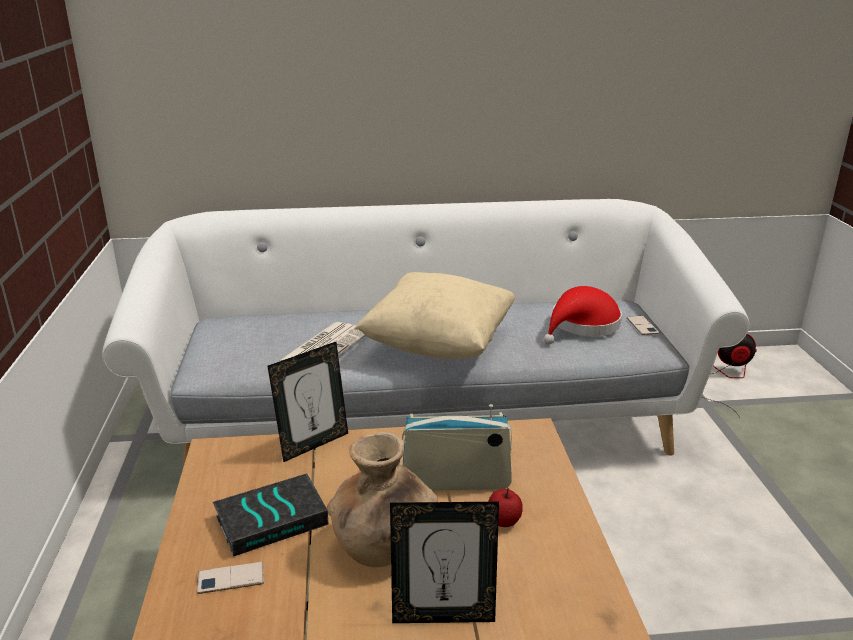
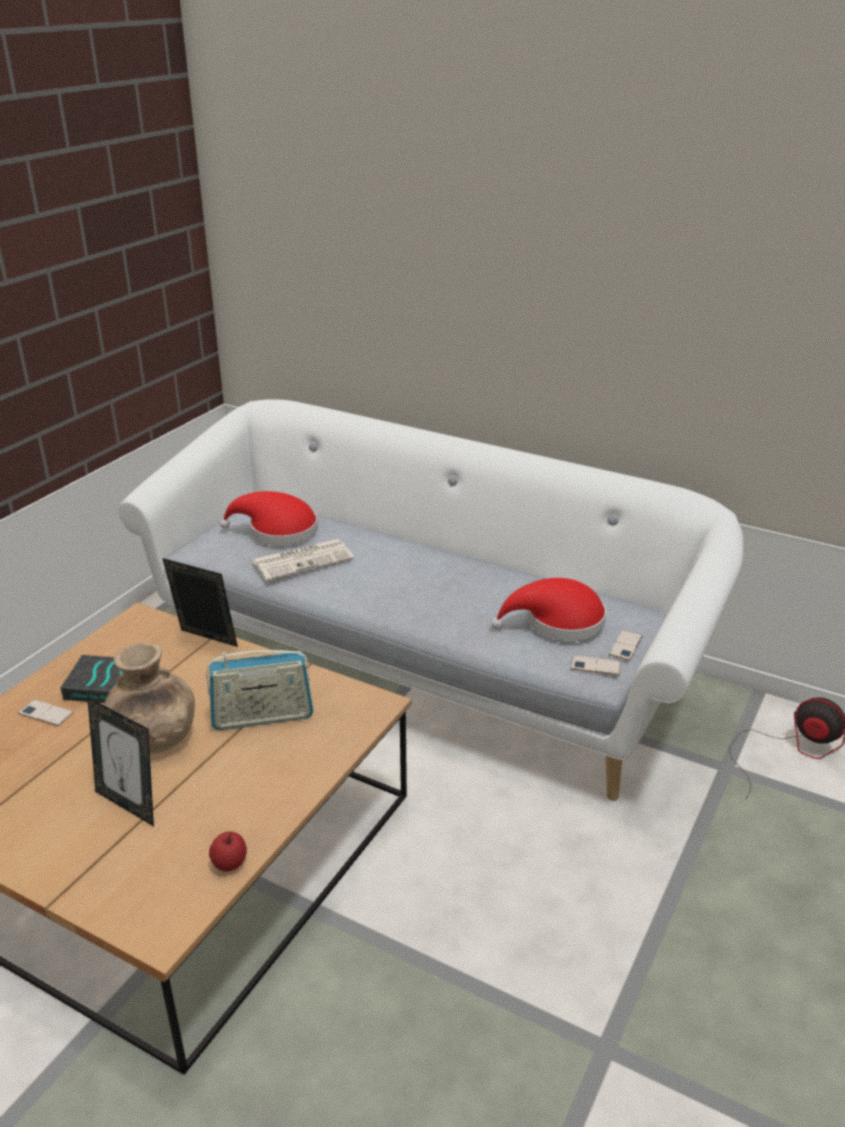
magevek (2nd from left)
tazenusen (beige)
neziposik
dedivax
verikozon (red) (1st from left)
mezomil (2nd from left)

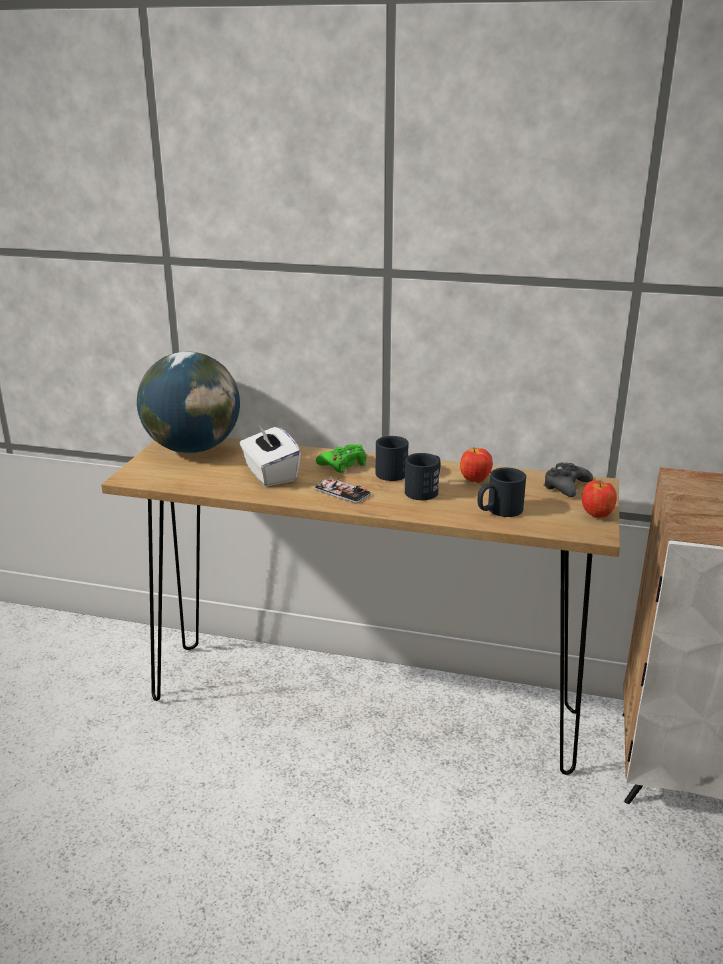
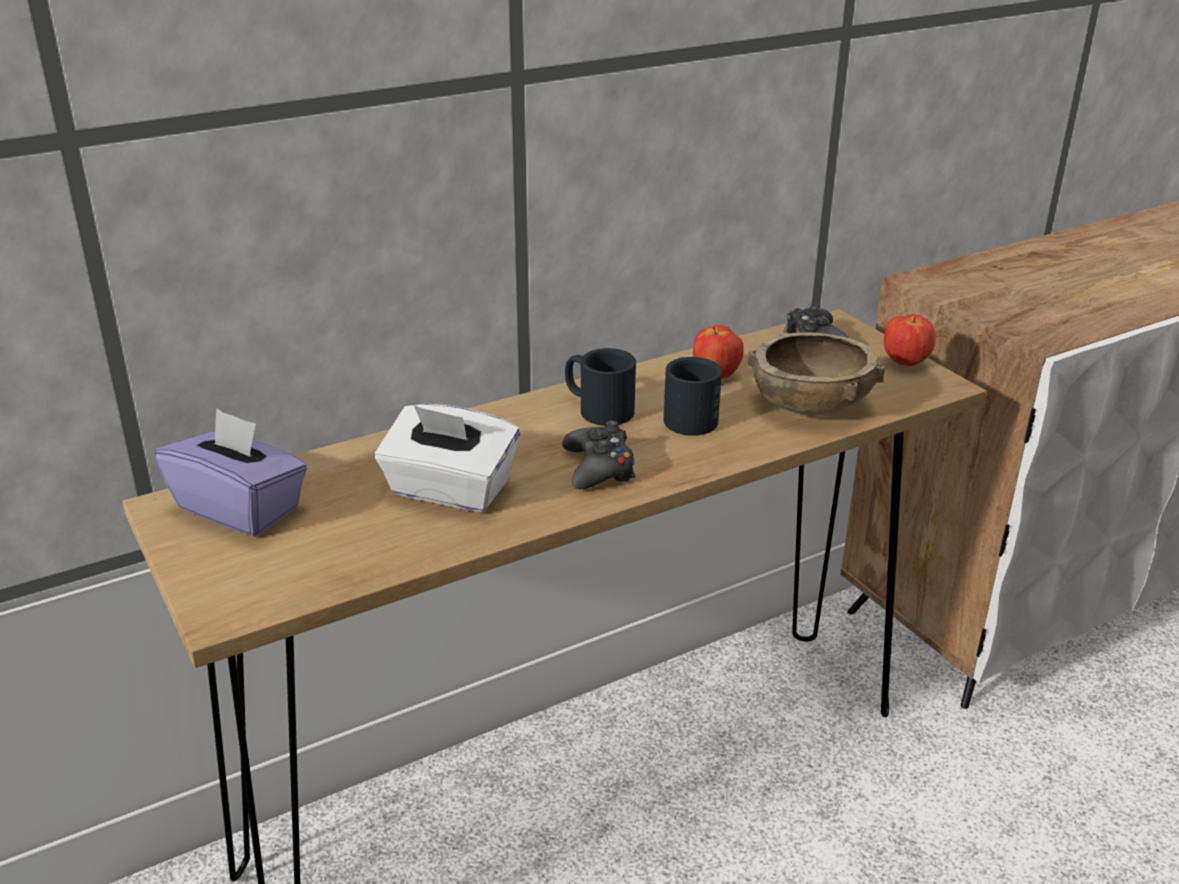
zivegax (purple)
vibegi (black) (1st from left)
vibegi (green)
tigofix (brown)

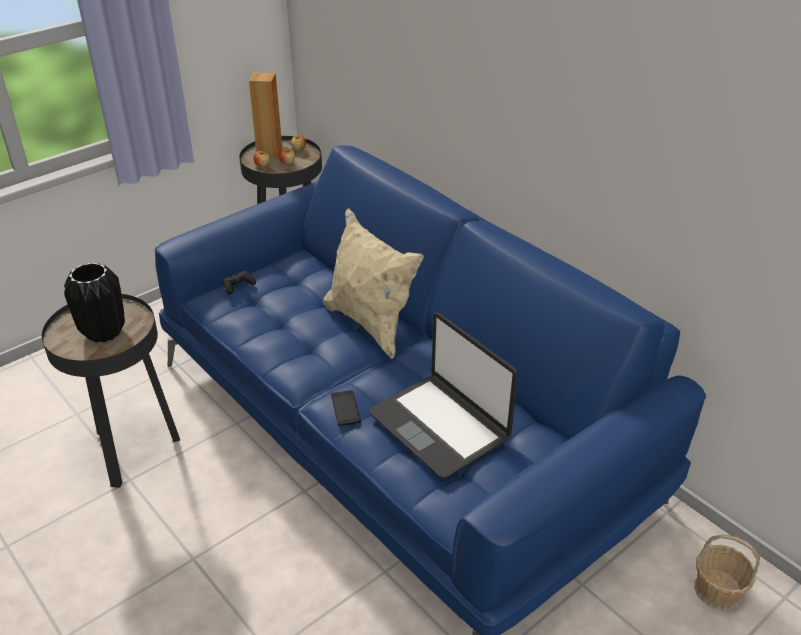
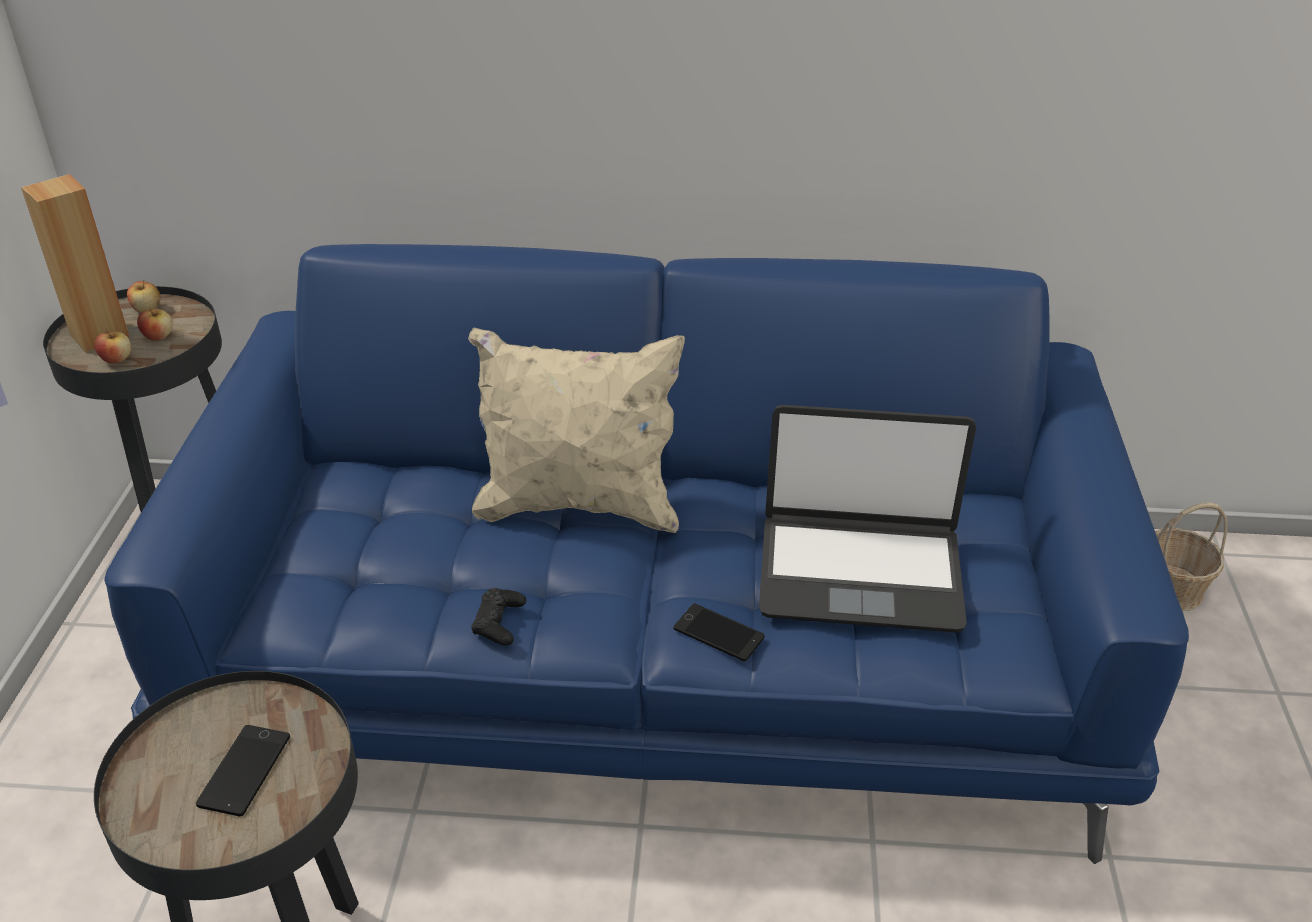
mezomil (1st from left)
vibegi (black)

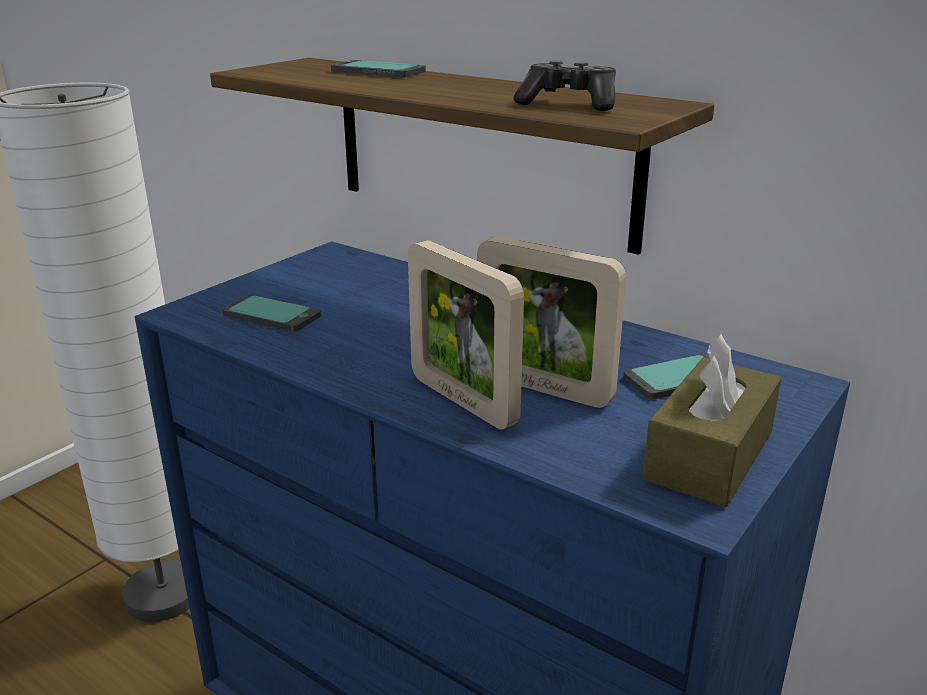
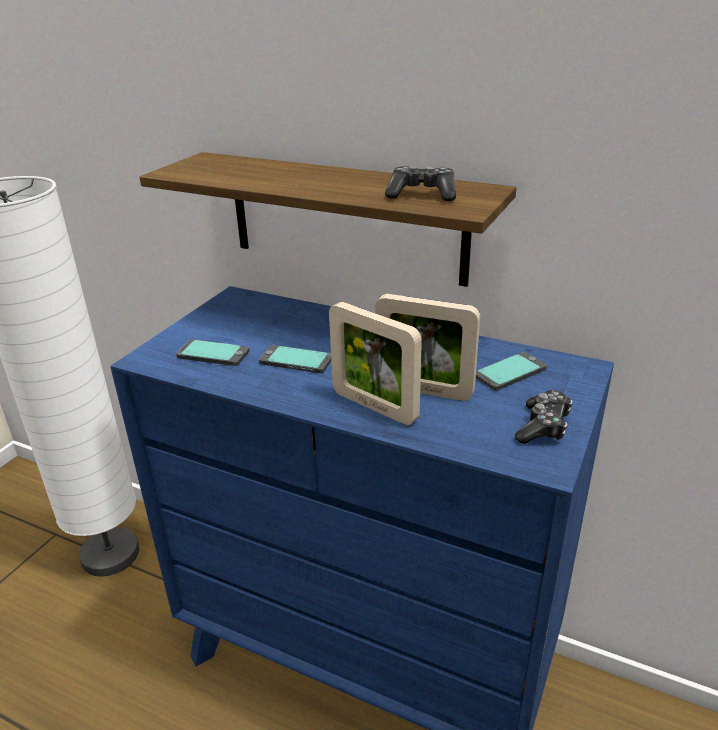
mezomil (2nd from left)
vibegi (2nd from left)

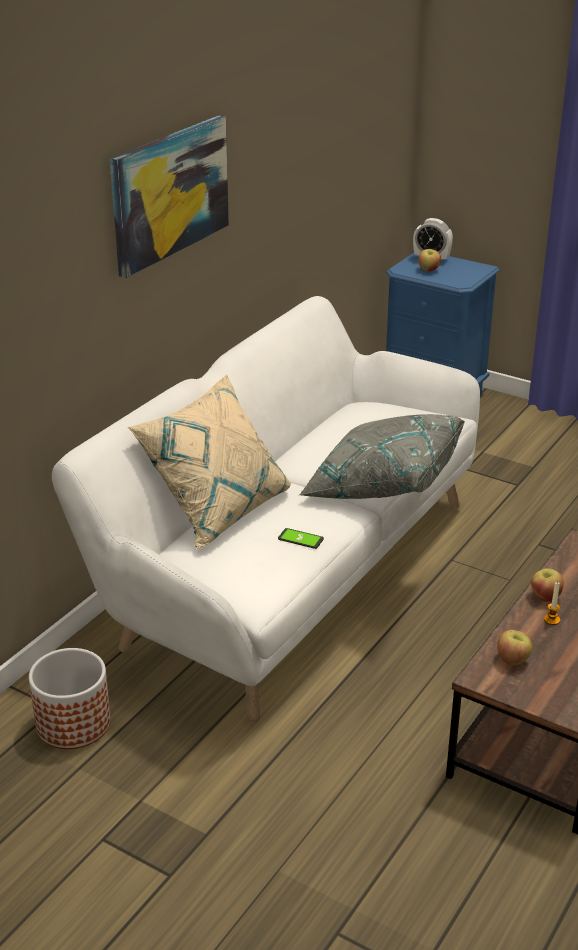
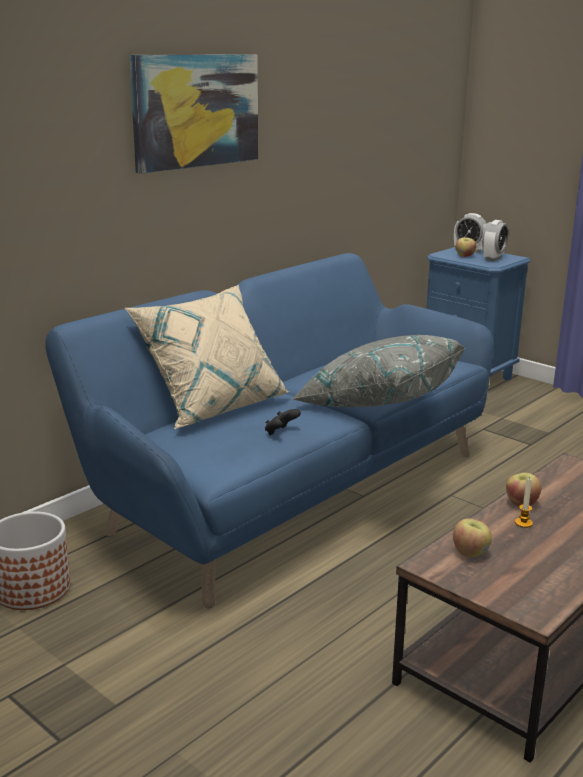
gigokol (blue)
vibegi (black)
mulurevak (2nd from left)

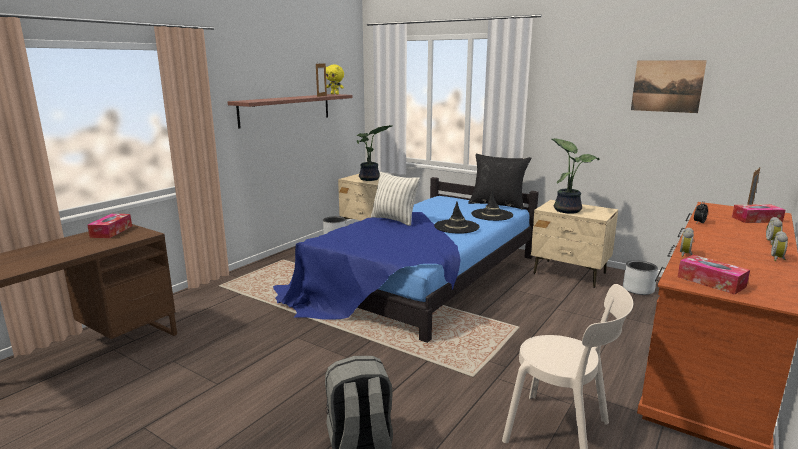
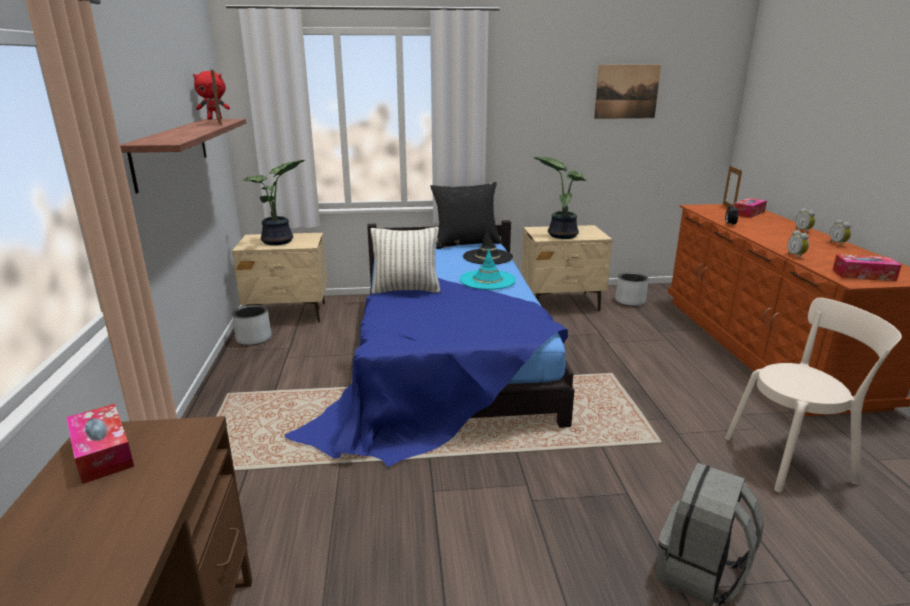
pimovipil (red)
verikozon (turquoise)

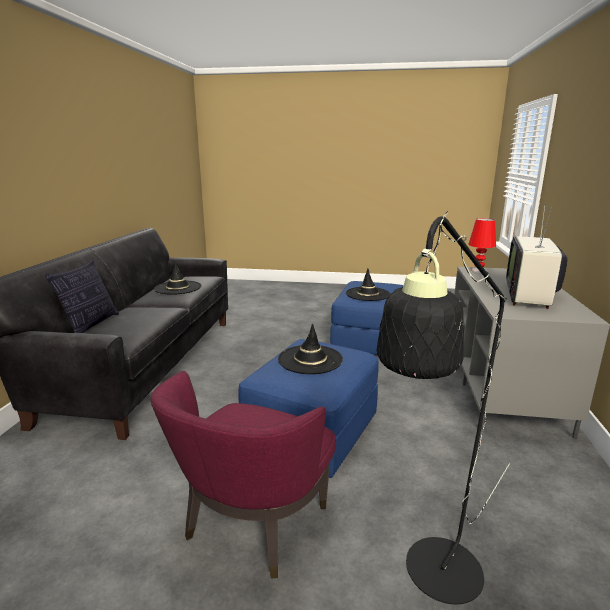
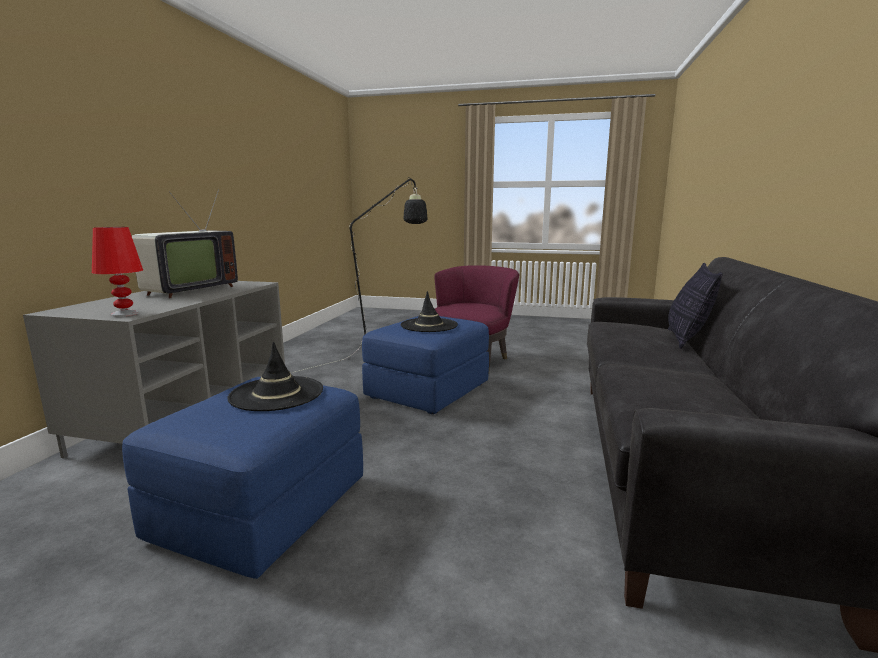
verikozon (black) (1st from left in the first image)

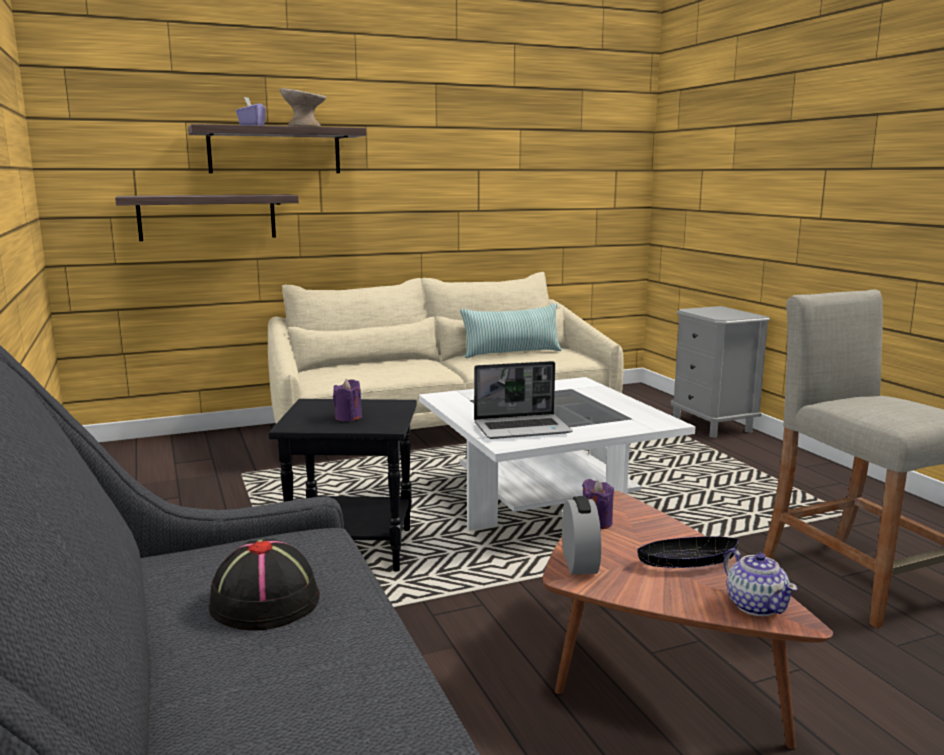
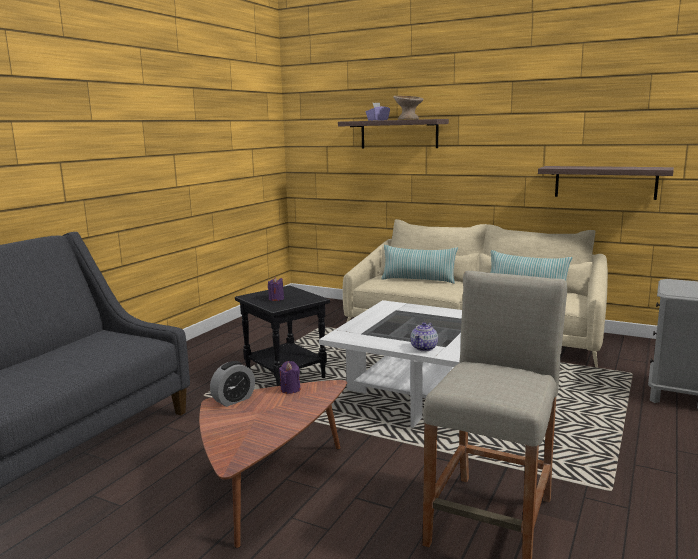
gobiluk (2nd from left)
verikozon (black)
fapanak
tigofix (black)
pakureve
tazenusen (1st from left)

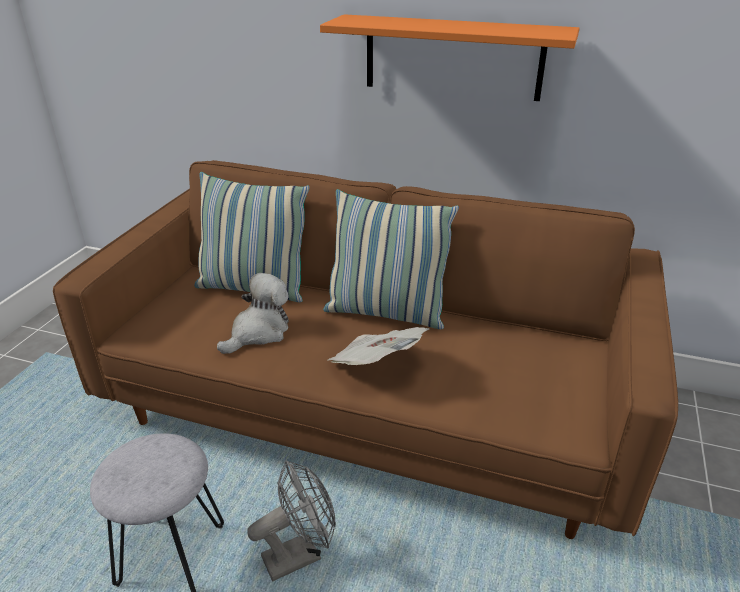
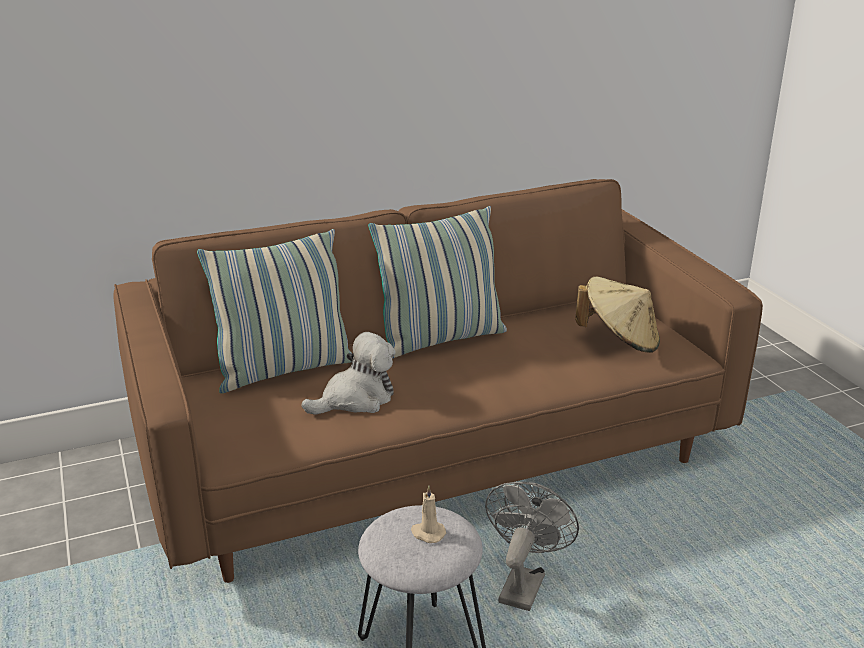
pimovipil
gobiluk (orange)
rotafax
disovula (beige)
verikozon (beige)

